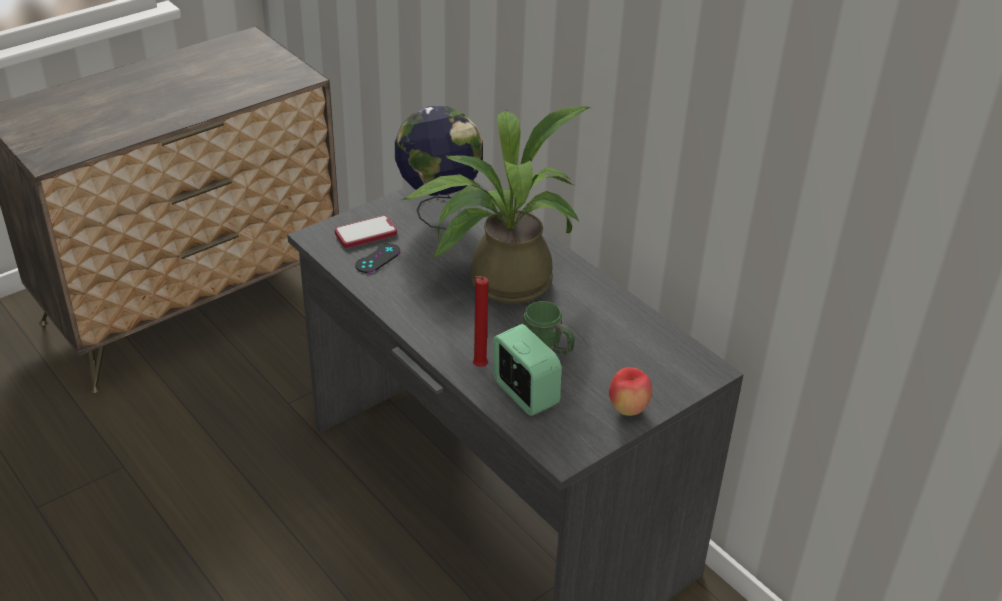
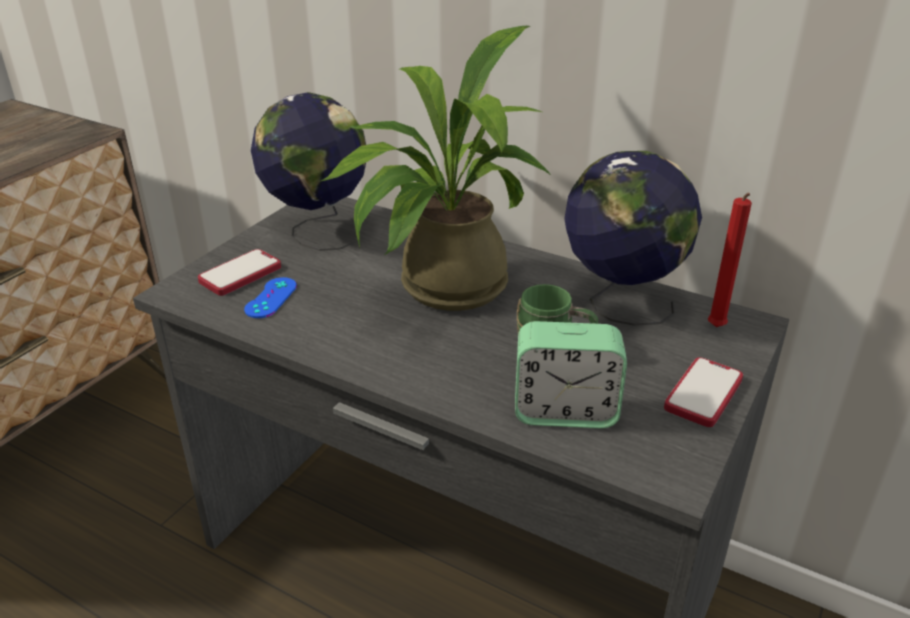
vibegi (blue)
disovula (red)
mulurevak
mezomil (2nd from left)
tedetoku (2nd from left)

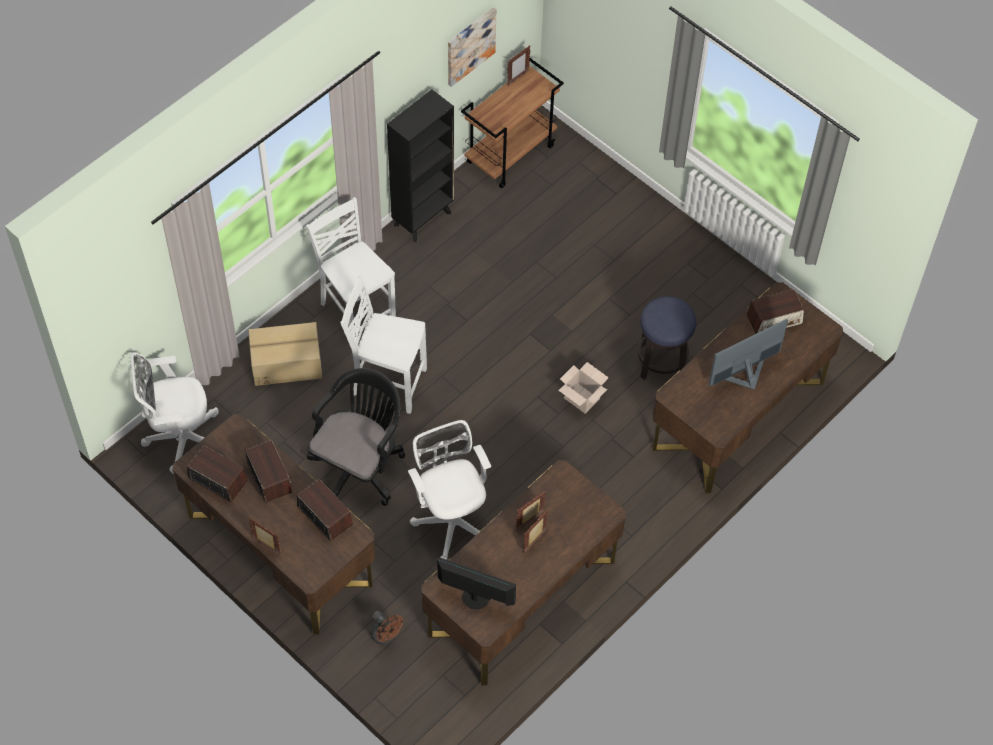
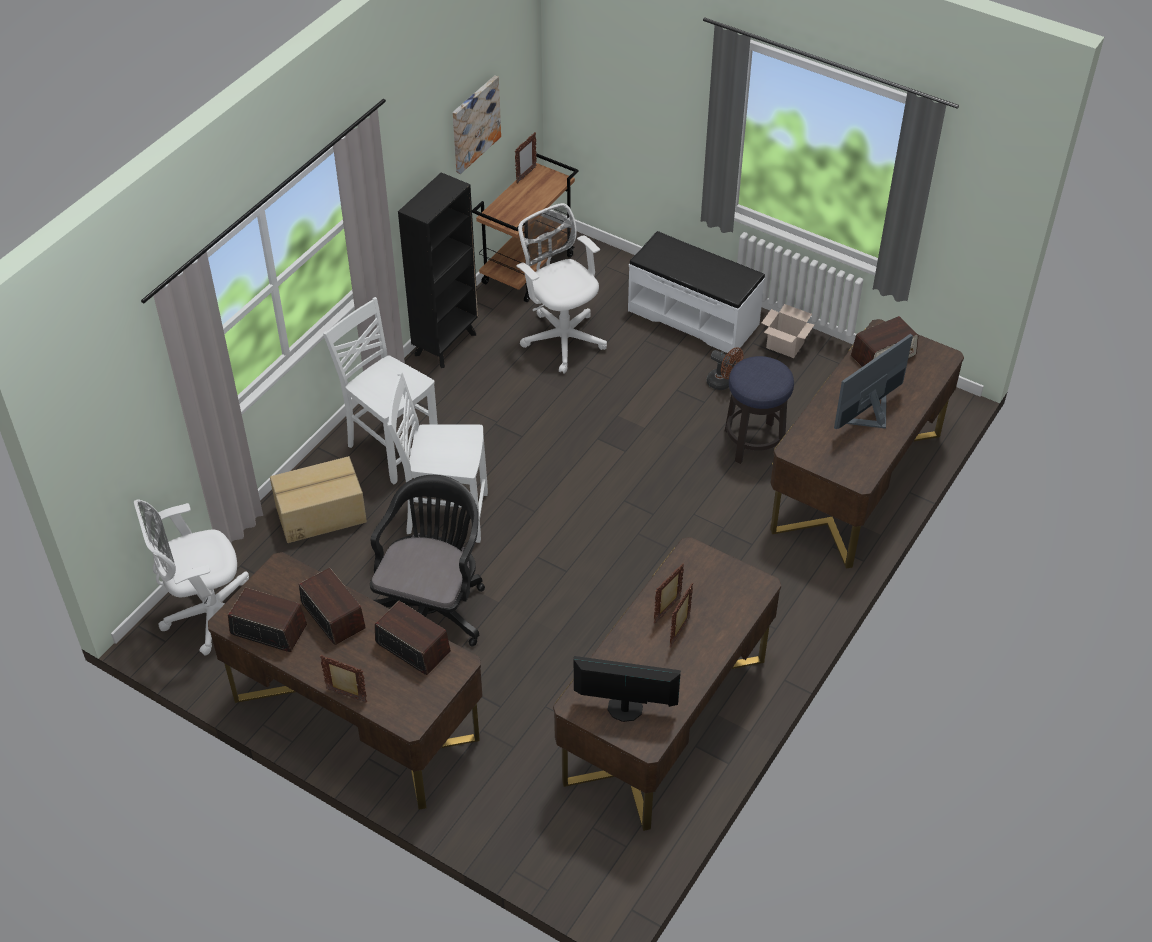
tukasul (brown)
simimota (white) (2nd from left)
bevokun (2nd from left)
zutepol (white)

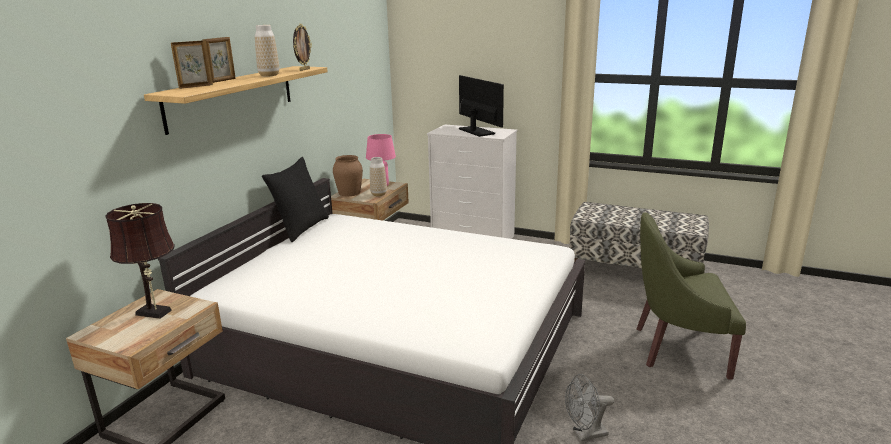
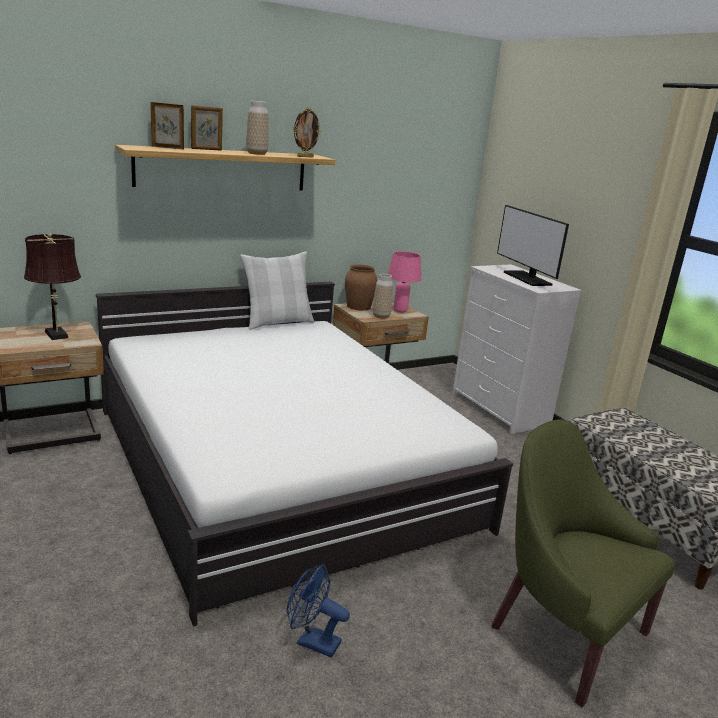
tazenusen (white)
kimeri
tukasul (blue)

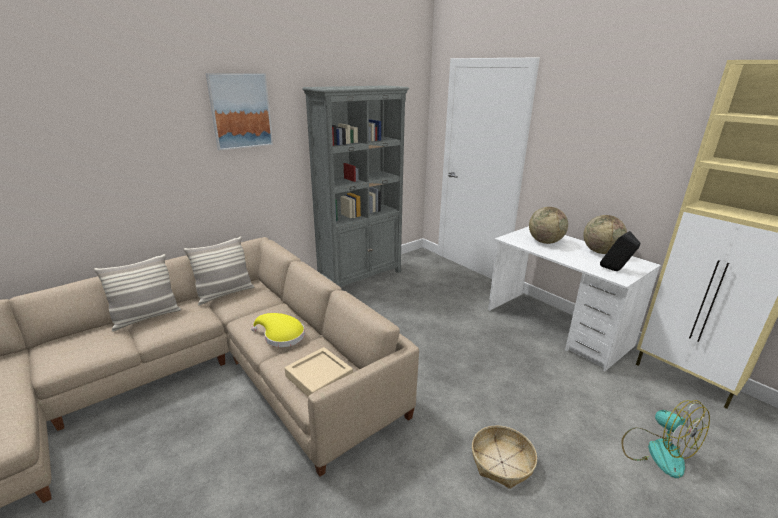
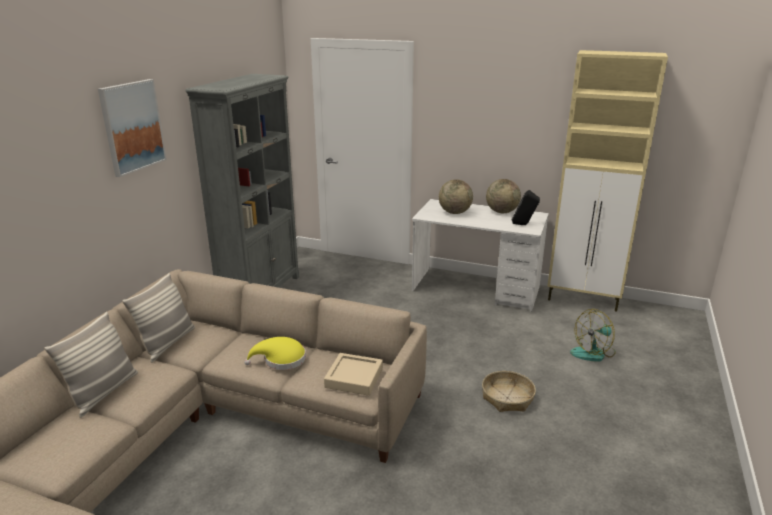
tukasul

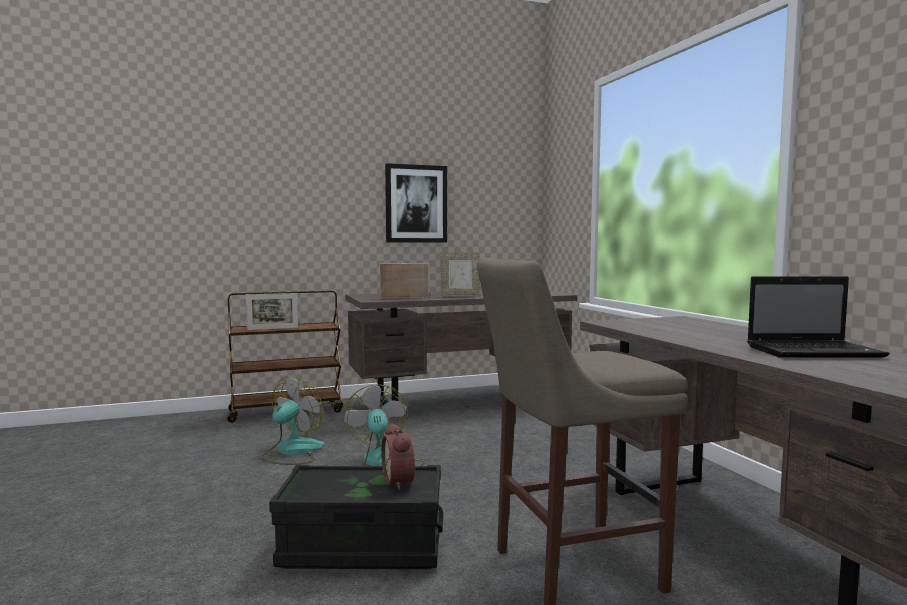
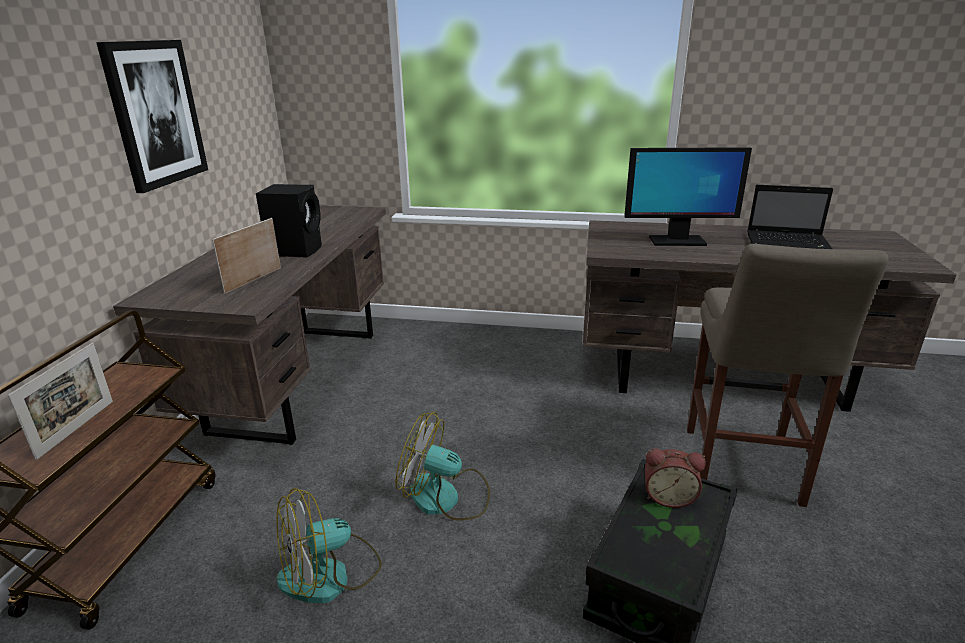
tukasul (1st from left)
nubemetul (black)
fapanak
kimeri

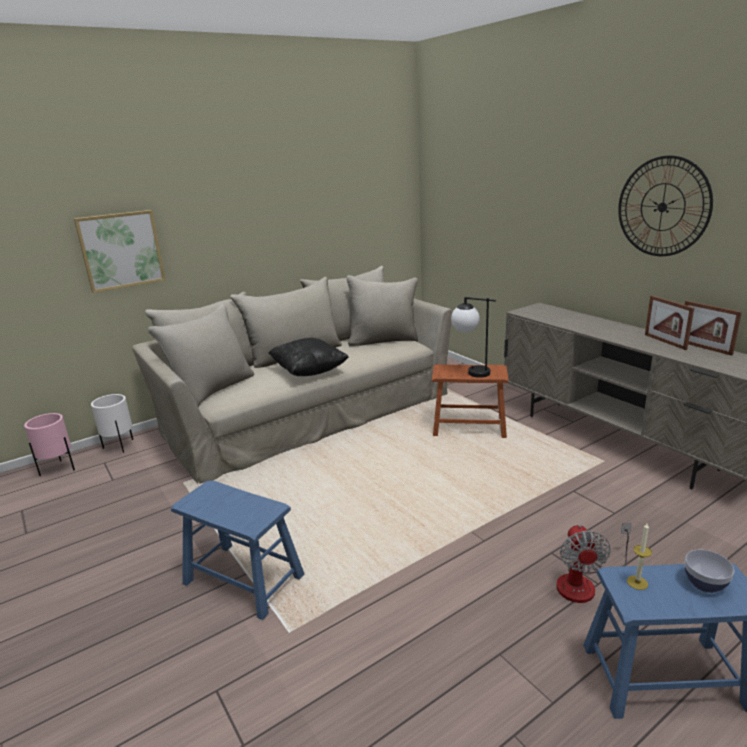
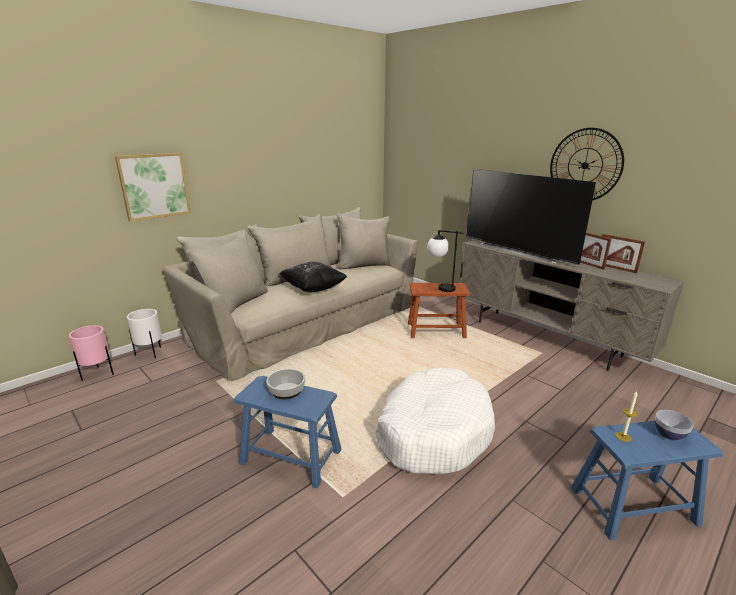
tukasul
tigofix (1st from left)
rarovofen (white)
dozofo

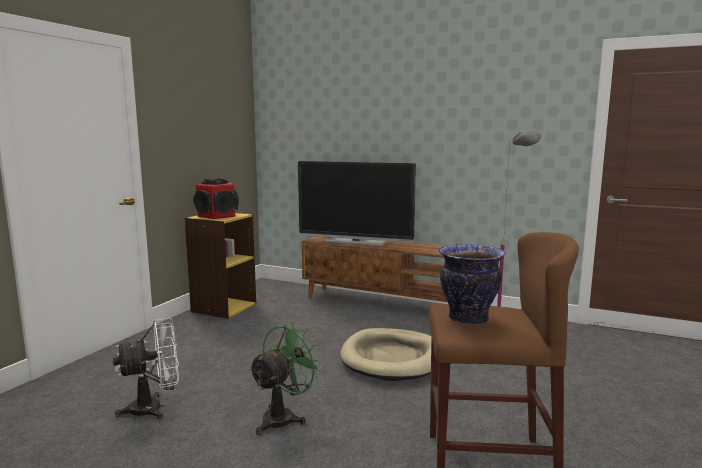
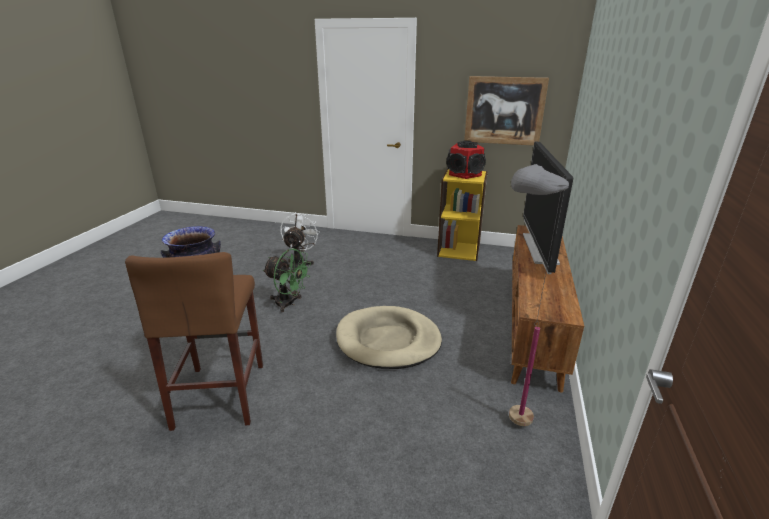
tukasul (white)
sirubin

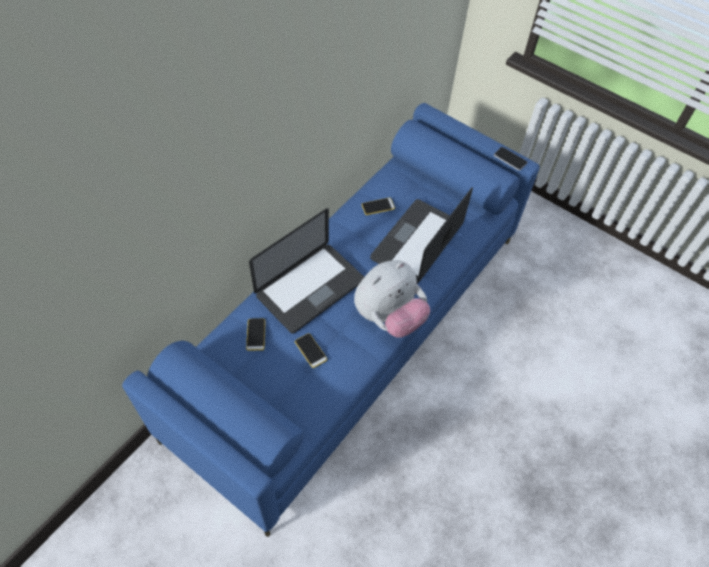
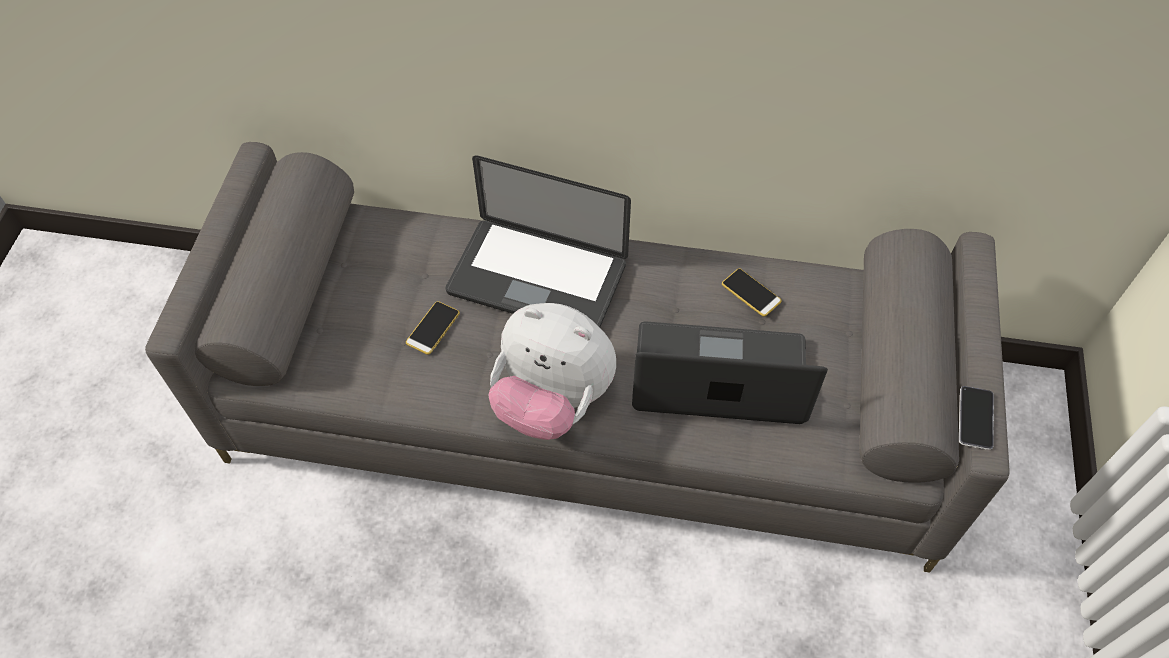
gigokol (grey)
mezomil (1st from left in the first image)

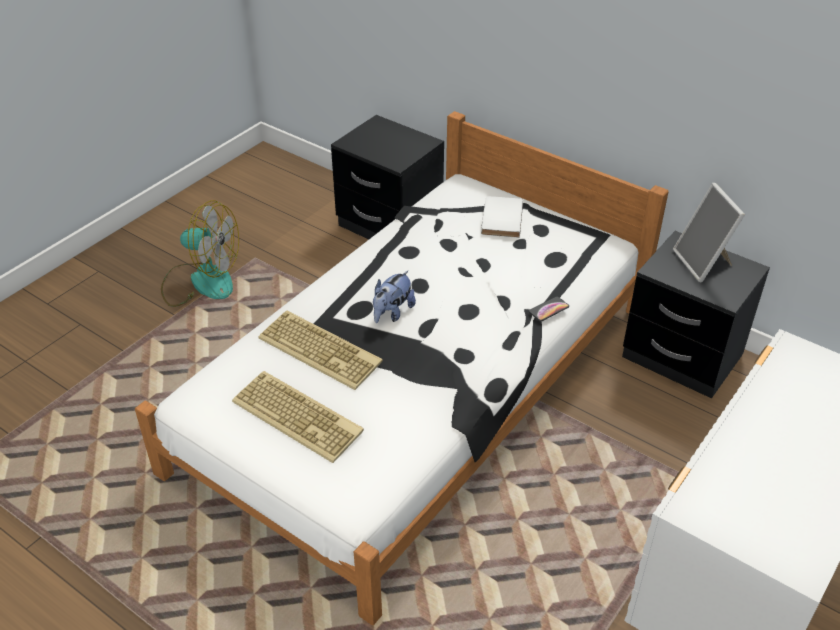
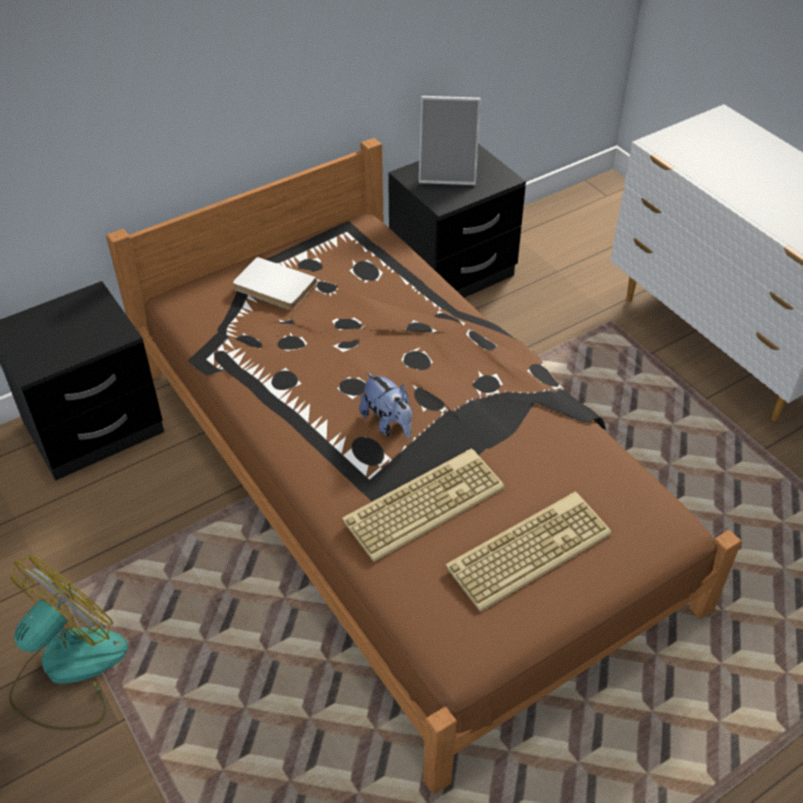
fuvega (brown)
mezomil

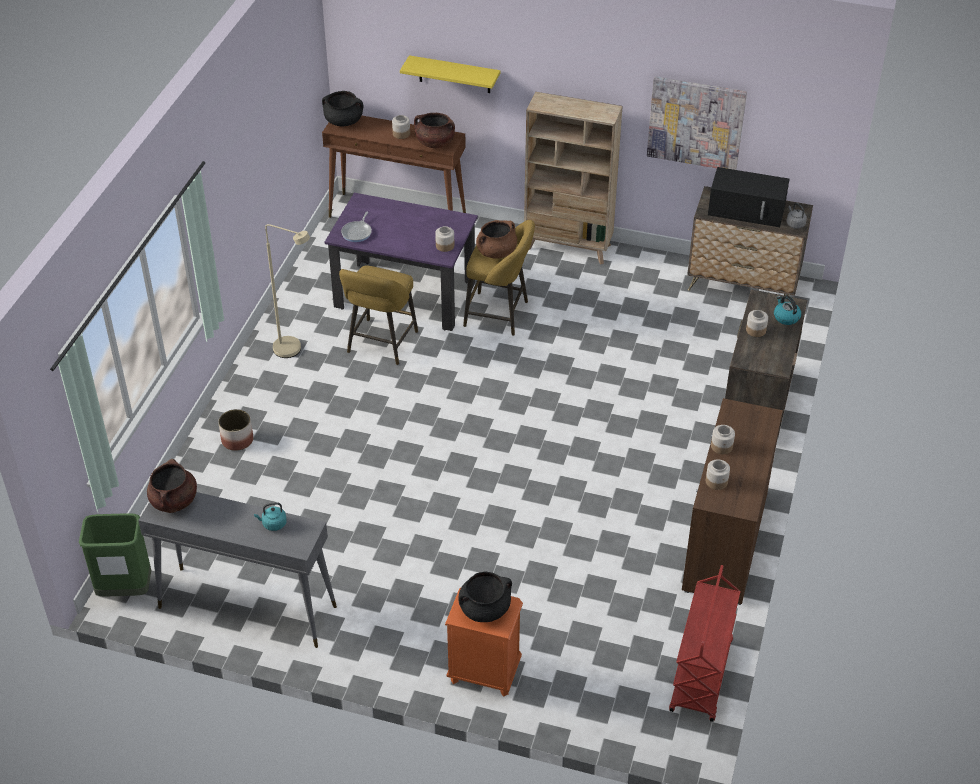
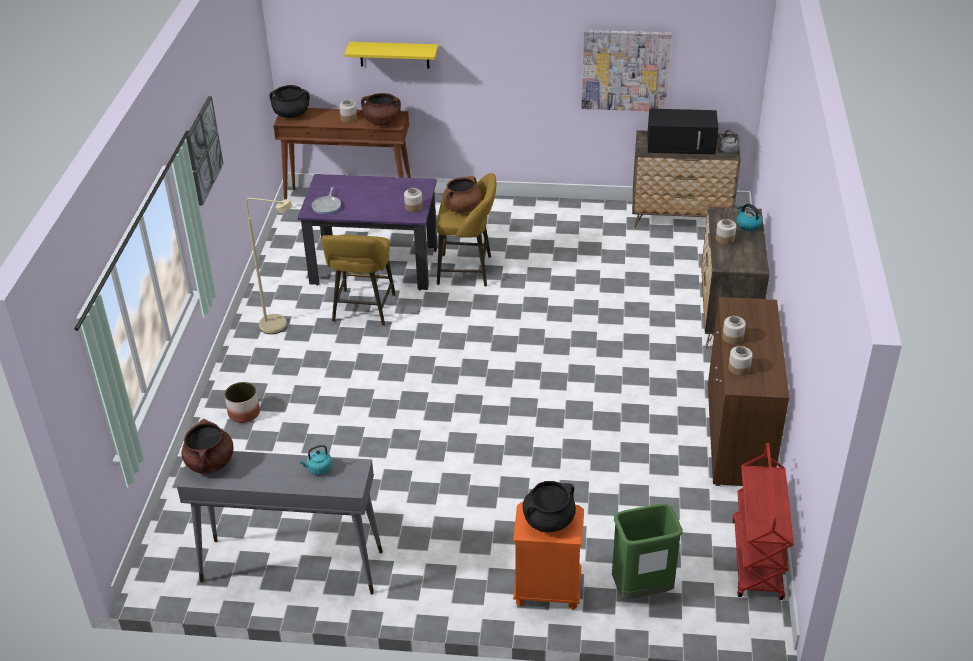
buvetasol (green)
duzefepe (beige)
sirubin (1st from left)

